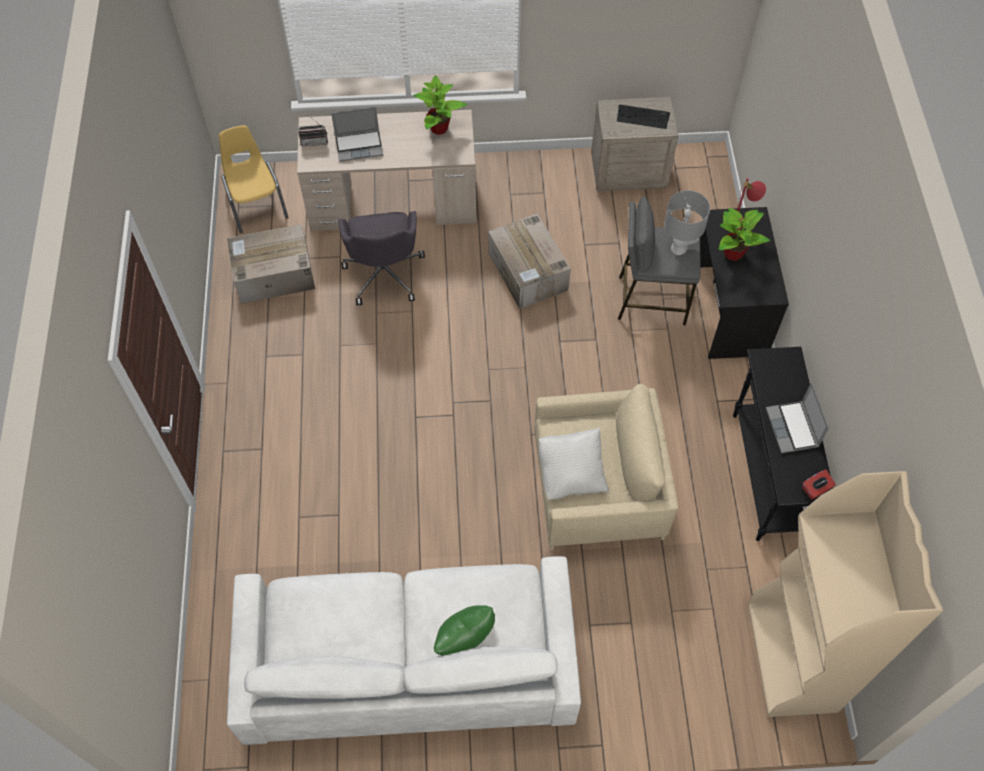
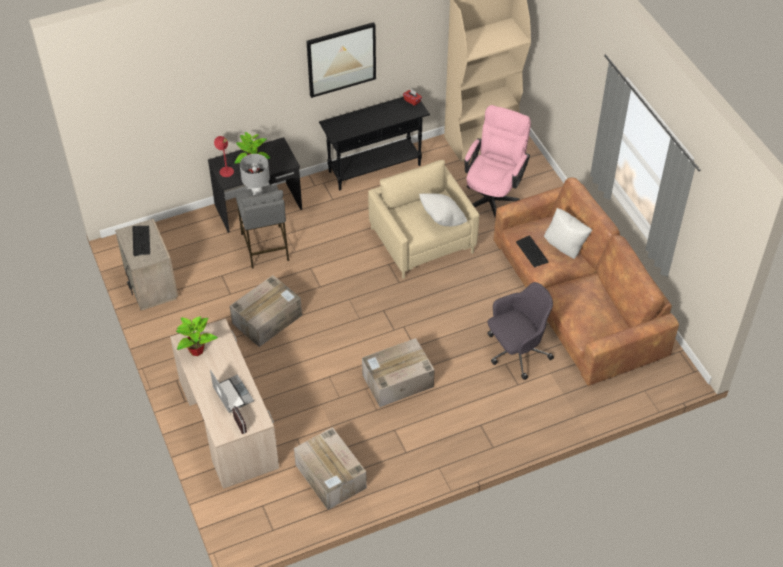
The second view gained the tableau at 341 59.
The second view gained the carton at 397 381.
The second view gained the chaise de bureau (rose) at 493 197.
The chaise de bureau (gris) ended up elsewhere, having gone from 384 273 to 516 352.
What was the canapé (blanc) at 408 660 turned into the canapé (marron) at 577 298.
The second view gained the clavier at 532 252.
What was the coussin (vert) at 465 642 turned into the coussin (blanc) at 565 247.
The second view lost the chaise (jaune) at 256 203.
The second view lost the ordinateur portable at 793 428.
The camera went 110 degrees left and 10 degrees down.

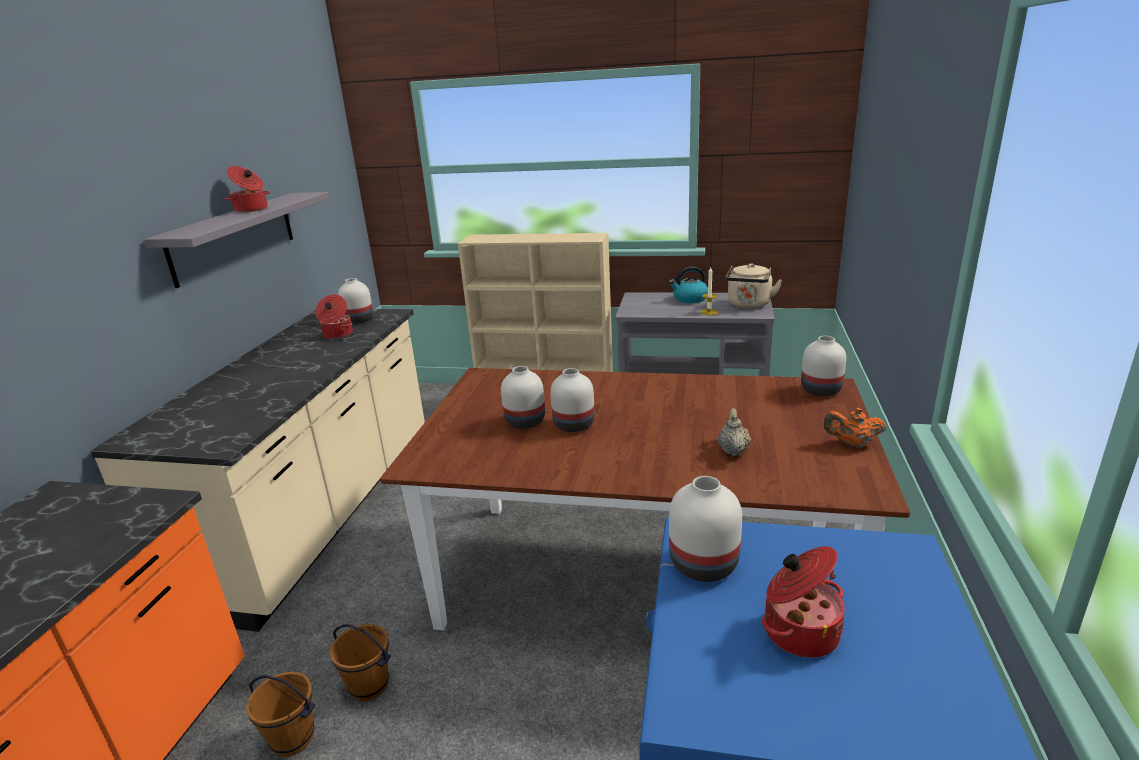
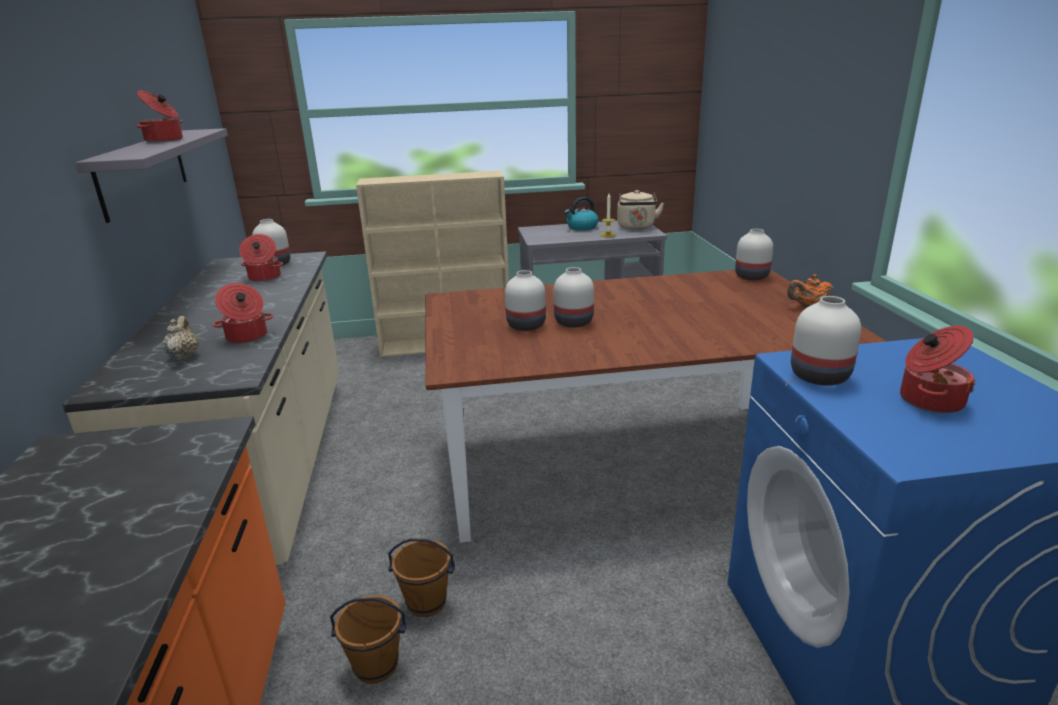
The théière (beige) ended up elsewhere, having gone from 733 450 to 184 356.
The second view gained the marmite at 247 337.
The camera went 20 degrees left and 0 degrees up.

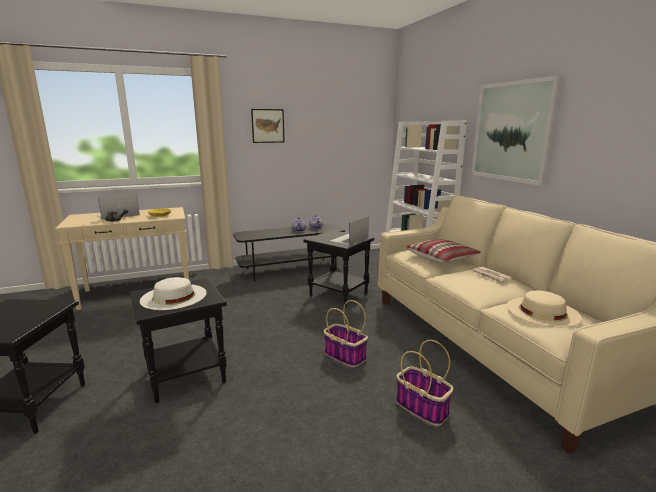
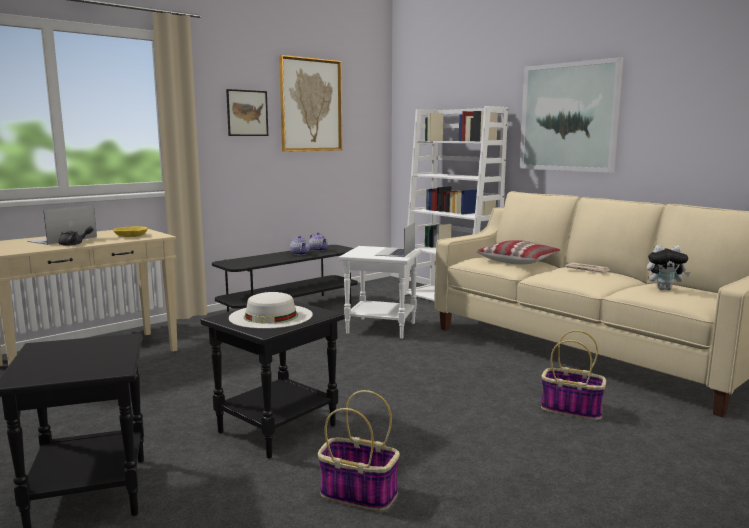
The second view gained the tableau at 311 105.
The panier ended up elsewhere, having gone from 344 356 to 357 493.
What was the table d'appoint (noir) at 339 294 turned into the table d'appoint (blanc) at 382 328.
Where the chapeau (beige) stood at 542 311, the peluche came to stand at 664 289.
The camera went 20 degrees left and 5 degrees down.

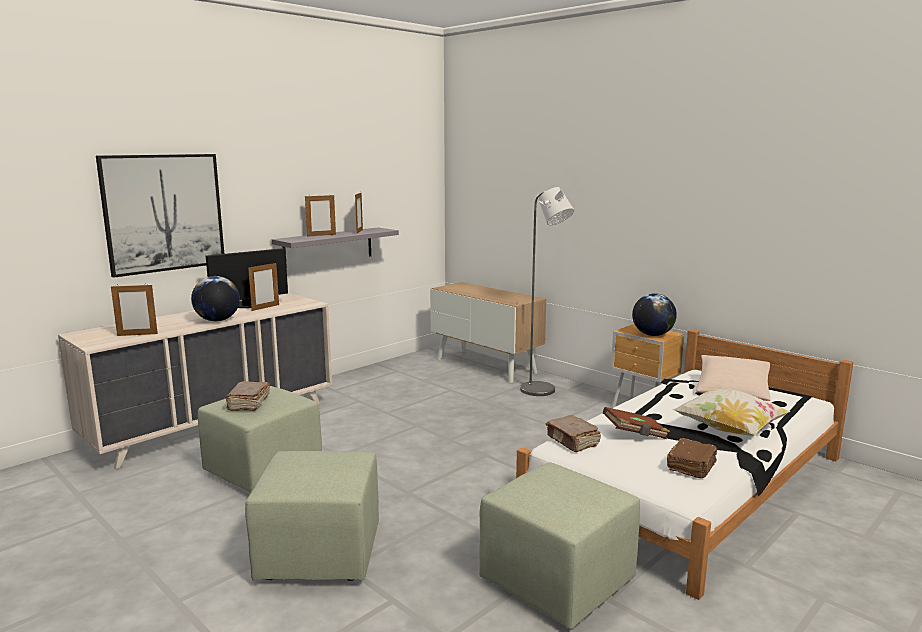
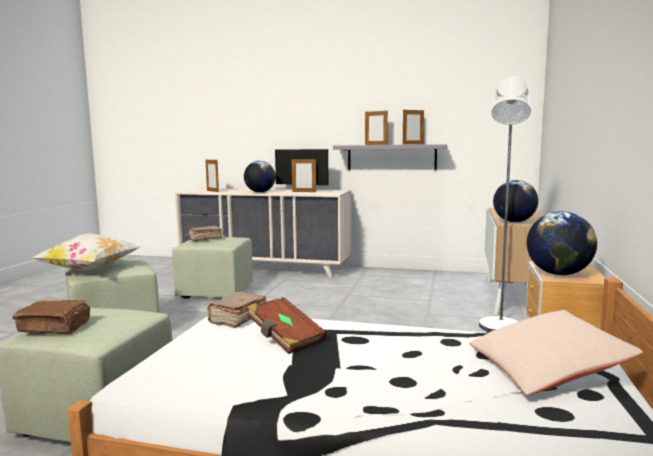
The livre (marron) ended up elsewhere, having gone from 692 467 to 55 328.
The coussin ended up elsewhere, having gone from 729 430 to 91 269.
The second view gained the globe at 514 222.
The second view lost the tableau at 164 213.
The camera went 60 degrees right and 5 degrees down.

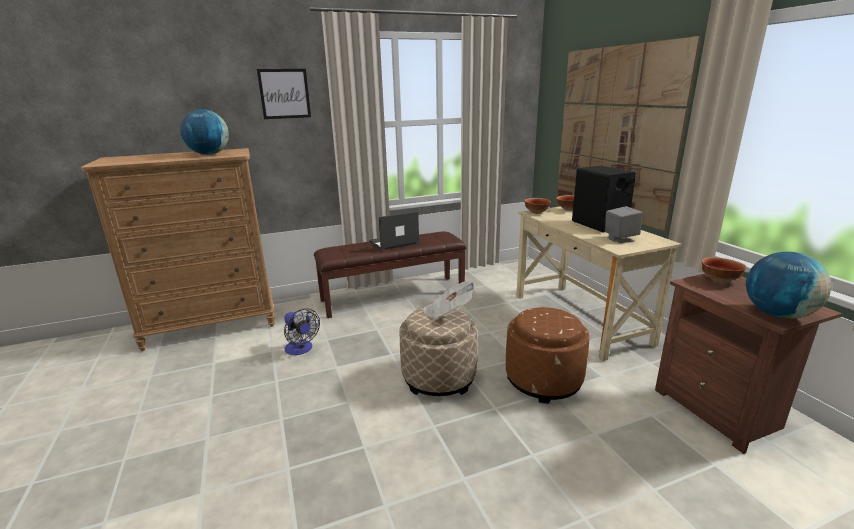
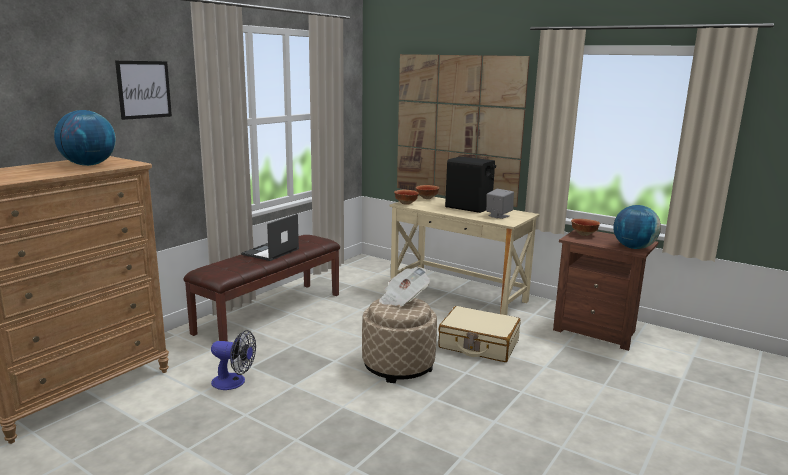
Where the pouf (marron) stood at 543 380, the valise (beige) came to stand at 478 344.
The camera went 35 degrees left and 5 degrees down.

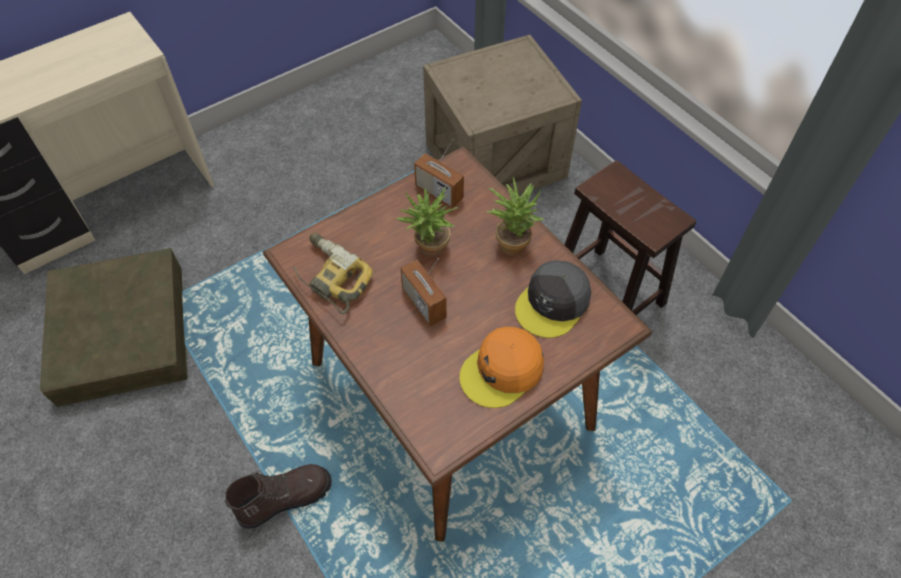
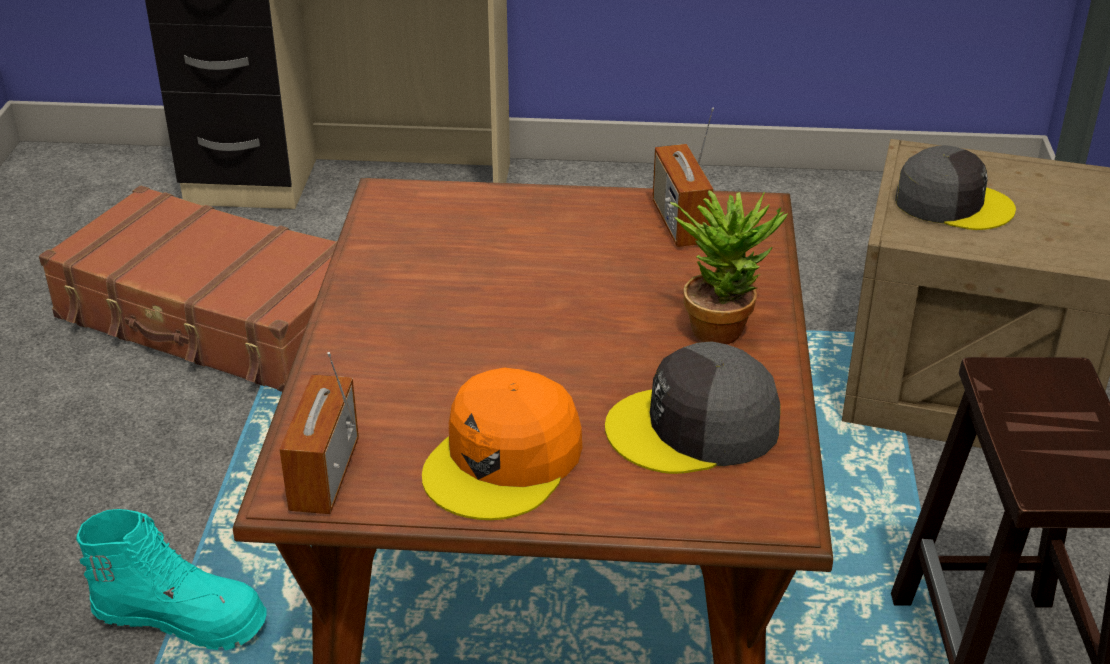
Where the boîte de rangement (marron) stood at 123 333, the valise (marron) came to stand at 214 317.
What was the botte (marron) at 285 498 turned into the botte (turquoise) at 182 618.
The radio ended up elsewhere, having gone from 424 303 to 324 475.
The casquette (orange) at 502 371 ended up facing another way, 60 degrees counterclockwise from before.
The second view gained the casquette (gris) at 952 203.
The second view lost the perceuse at 330 277.
The second view lost the plante en pot at 428 250.
The camera went 40 degrees right and 20 degrees down.

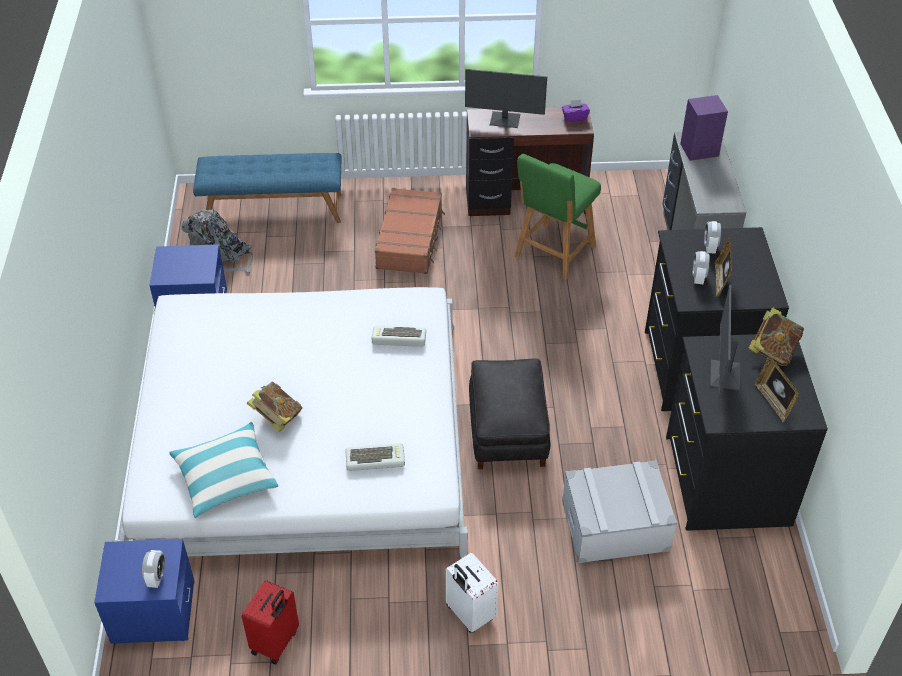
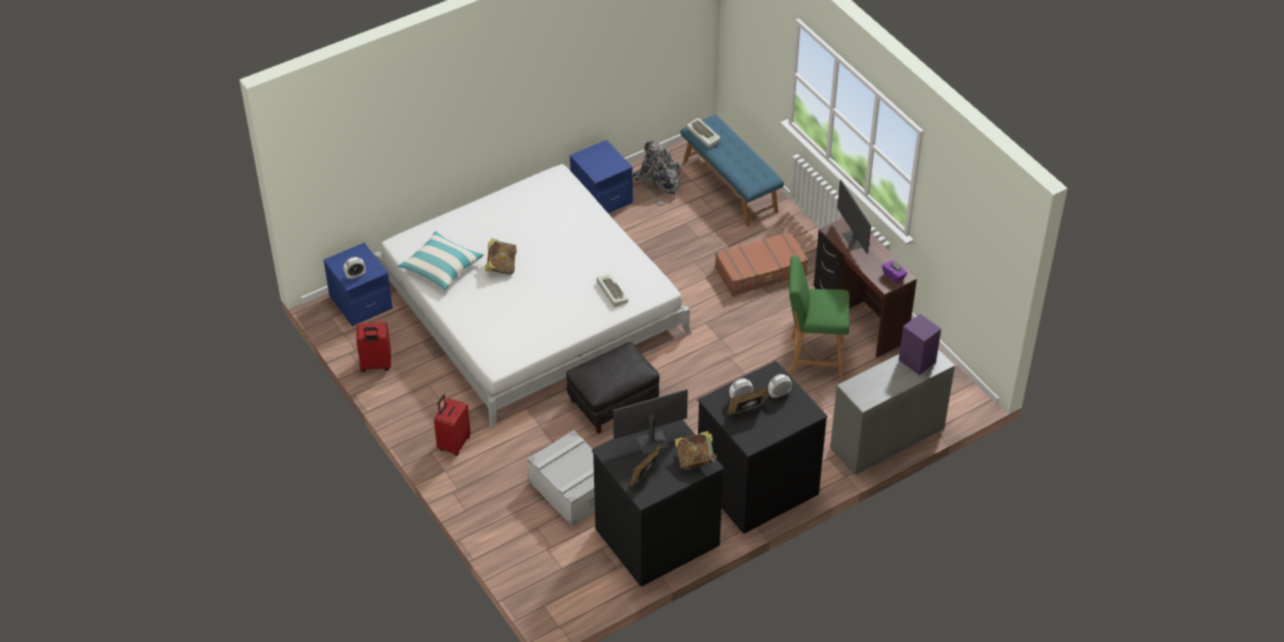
What was the valise (blanc) at 469 614 turned into the valise (rouge) at 453 444.
The clavier ended up elsewhere, having gone from 375 459 to 704 135.
The camera went 60 degrees right and 0 degrees up.

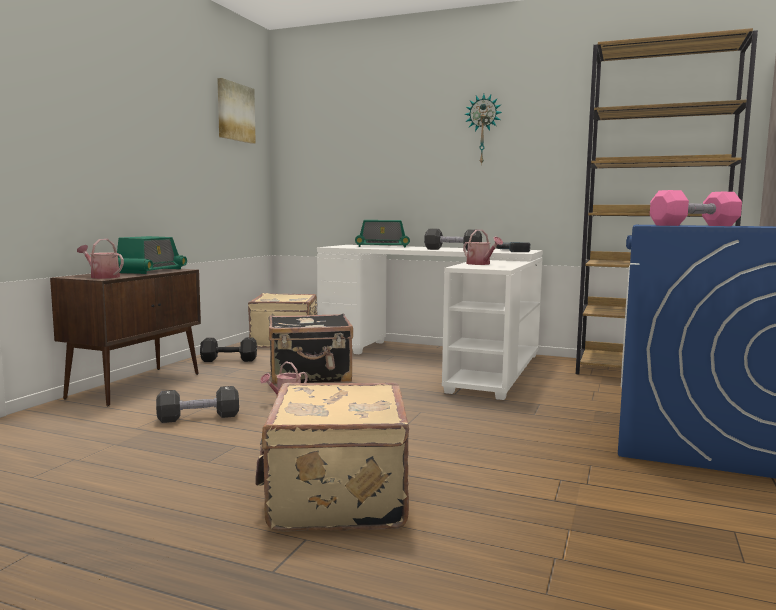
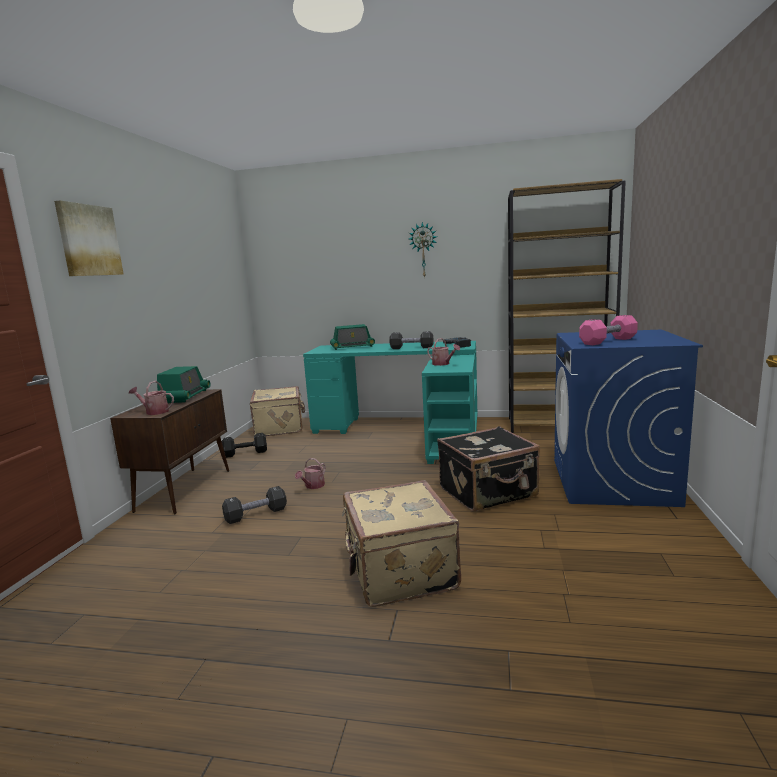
The tableau ended up elsewhere, having gone from 235 112 to 88 240.
What was the bureau (blanc) at 441 360 turned into the bureau (turquoise) at 409 431.
The valise (noir) ended up elsewhere, having gone from 310 376 to 489 492.
The camera went 10 degrees left and 5 degrees up.

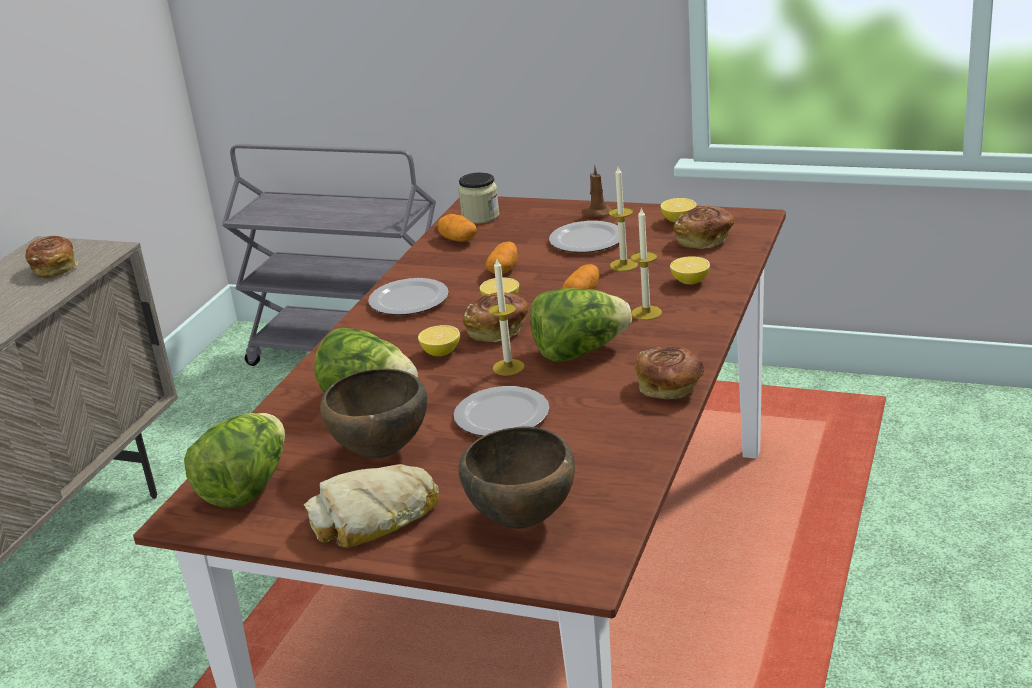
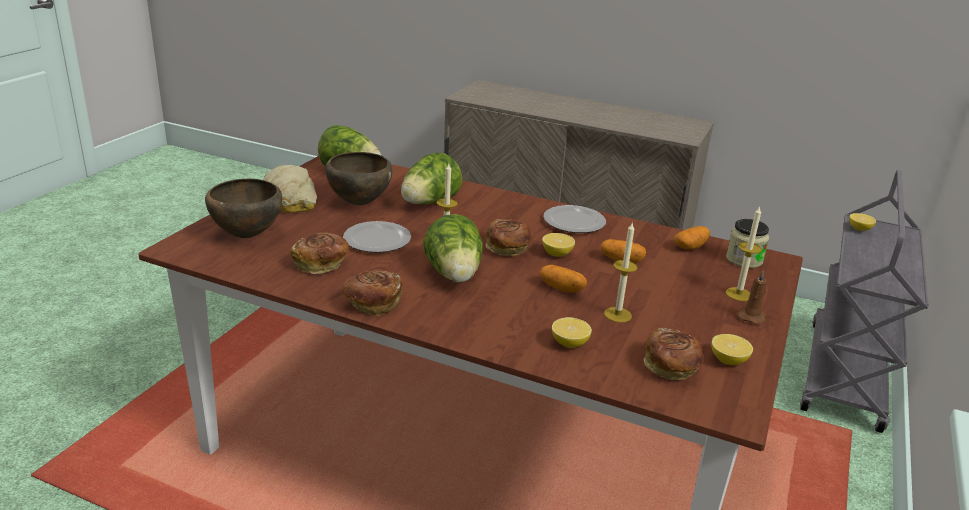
The pain ended up elsewhere, having gone from 55 268 to 321 264.
The bougie ended up elsewhere, having gone from 646 313 to 738 294.
The citron ended up elsewhere, having gone from 441 352 to 859 229.
The second view lost the assiette at 587 240.
The camera went 90 degrees right and 0 degrees up.

